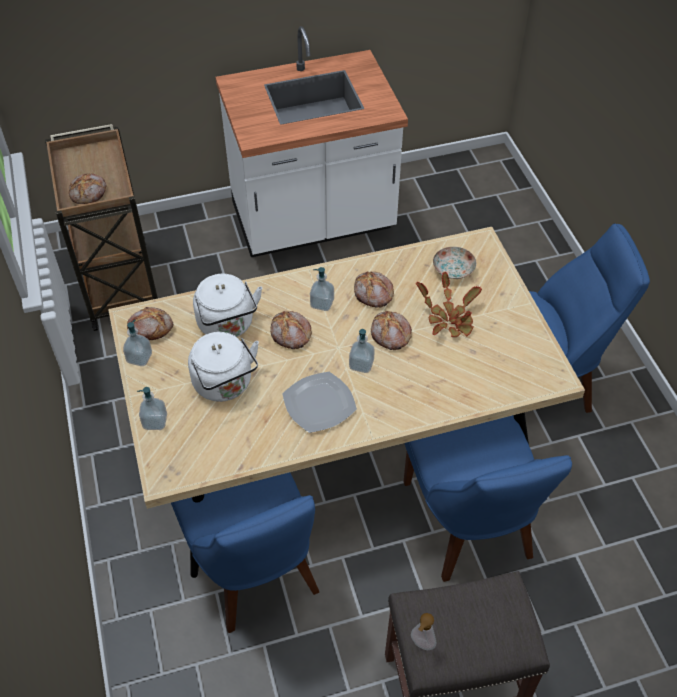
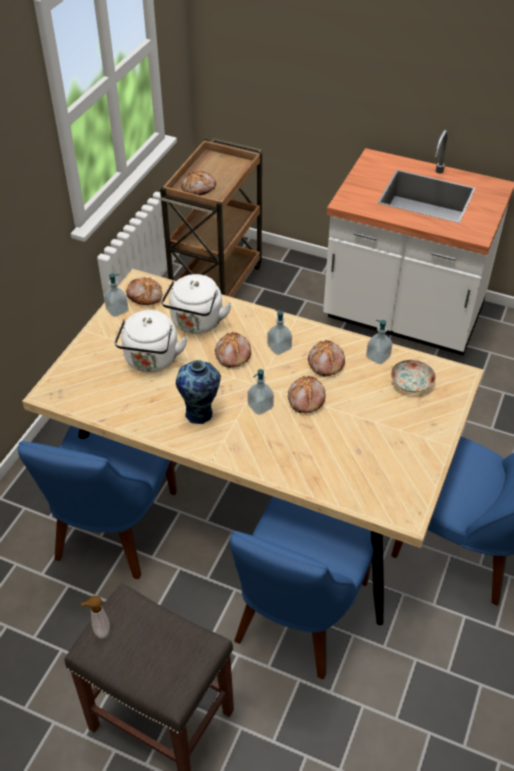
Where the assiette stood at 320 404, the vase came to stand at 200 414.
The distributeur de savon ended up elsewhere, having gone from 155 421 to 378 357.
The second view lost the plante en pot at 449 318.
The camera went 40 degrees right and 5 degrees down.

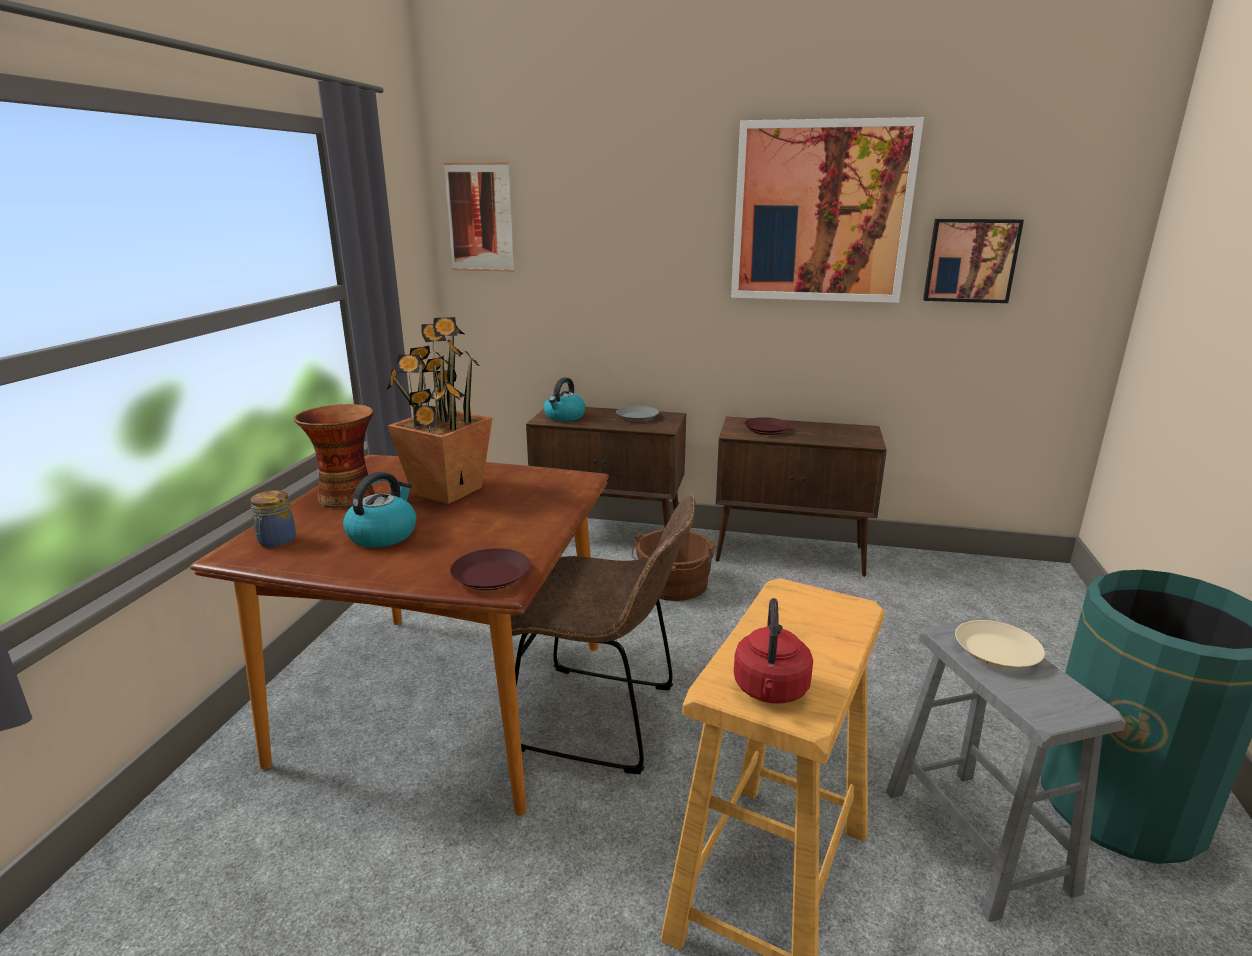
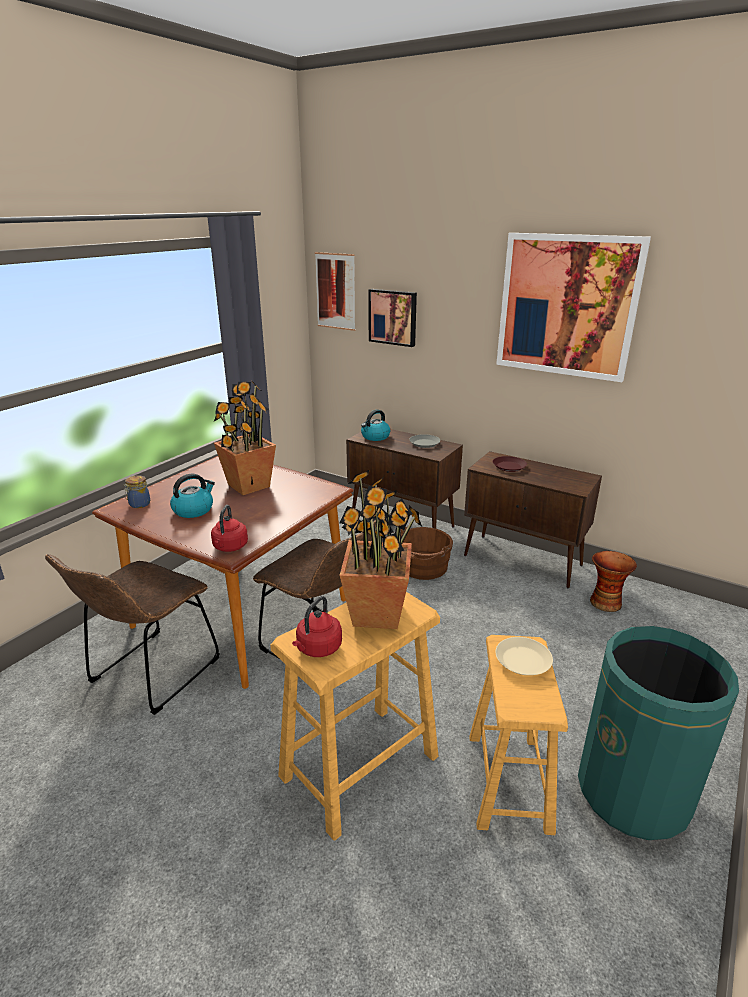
The second view gained the chaise (marron) at 151 674.
Where the assiette (marron) stood at 492 576, the bouilloire (rouge) came to stand at 230 547.
The second view gained the plante en pot at 378 613.
The tableau ended up elsewhere, having gone from 970 260 to 393 317.
What was the tabouret (gris) at 977 839 turned into the tabouret (marron) at 509 781.
The vase ended up elsewhere, having gone from 346 496 to 605 602.
The camera went 20 degrees right and 5 degrees up.

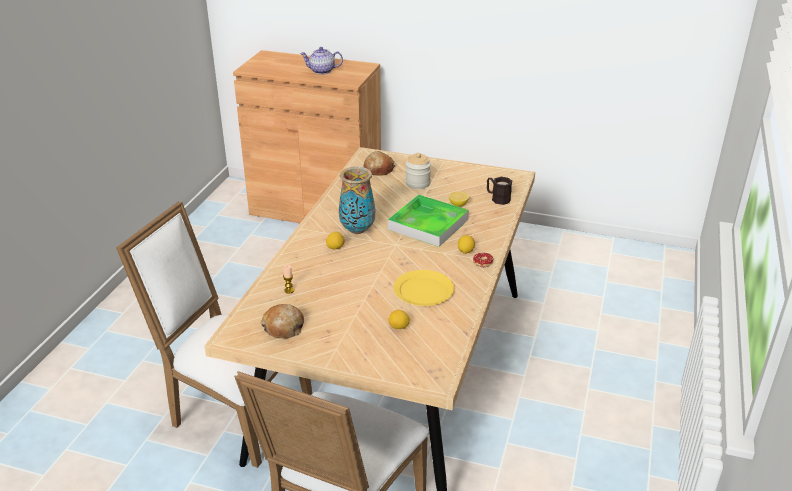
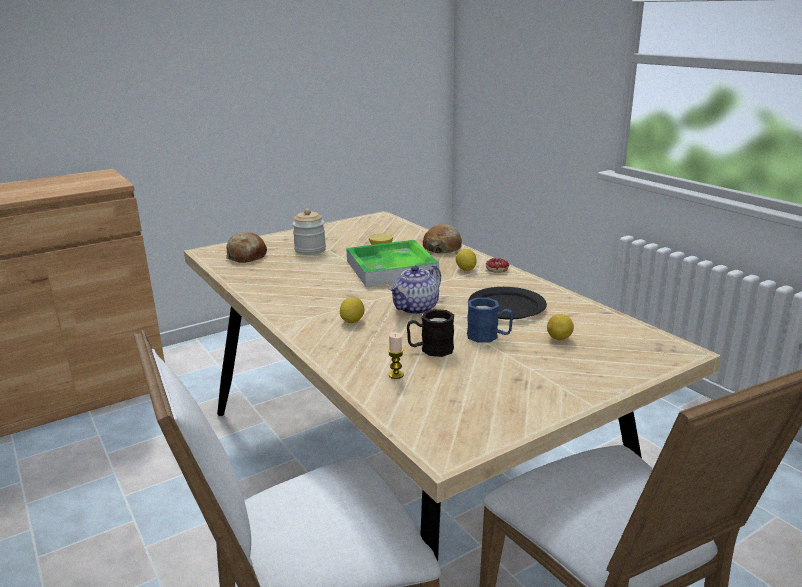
The théière ended up elsewhere, having gone from 322 71 to 416 308.
The mug (noir) ended up elsewhere, having gone from 497 198 to 430 349.
The pain ended up elsewhere, having gone from 283 327 to 442 247.
The second view gained the mug (bleu) at 489 336.
What was the assiette (jaune) at 423 291 turned into the assiette (noir) at 507 307.
The second view lost the vase at 357 230.
The camera went 50 degrees left and 10 degrees down.

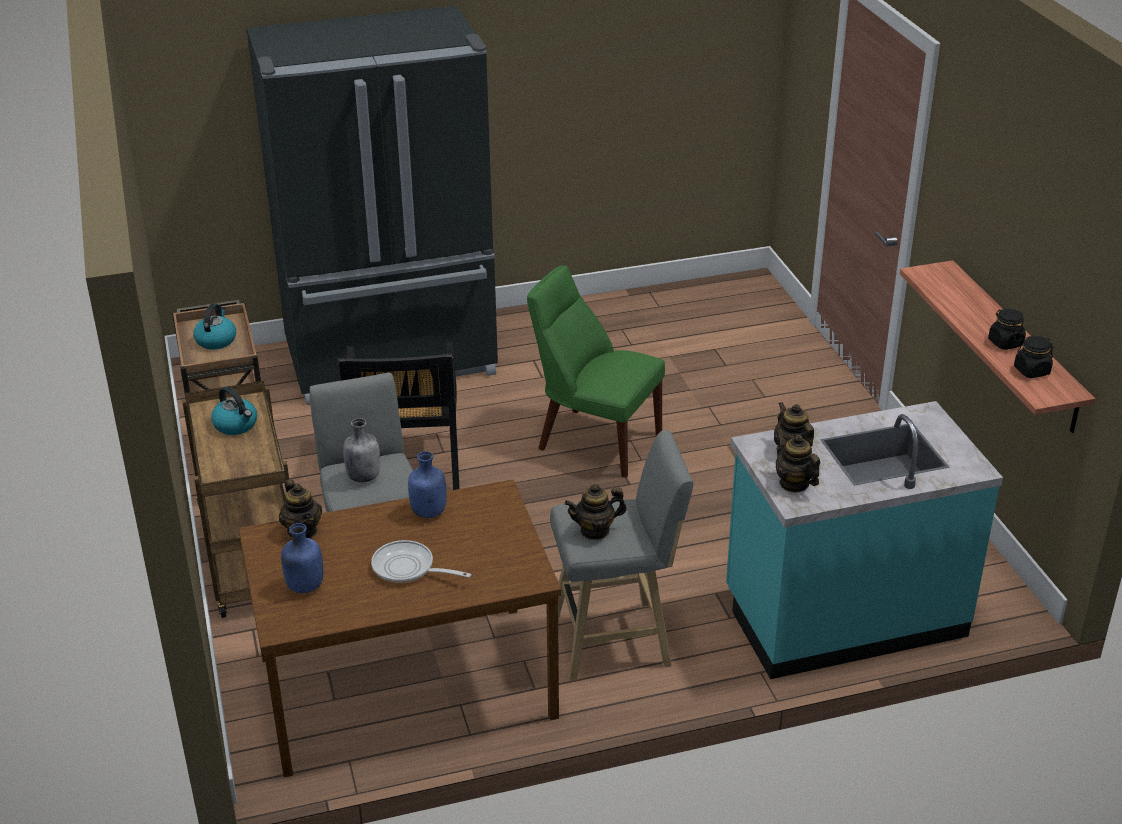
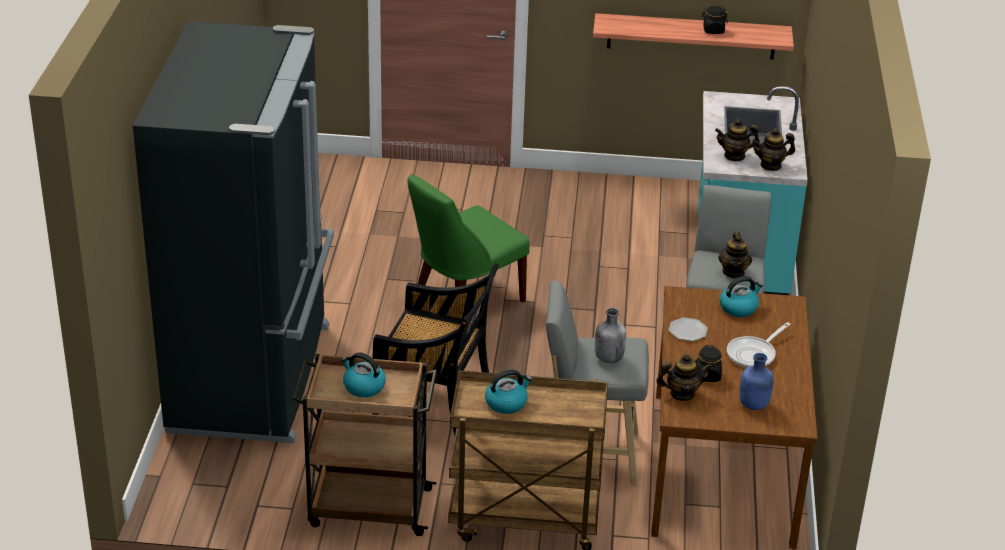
Where the bouteille (bleu) stood at 429 512, the assiette came to stand at 688 331.
The bocal (noir) ended up elsewhere, having gone from 1031 371 to 707 375.
The second view gained the bouilloire at 739 308.
The camera went 70 degrees left and 0 degrees up.

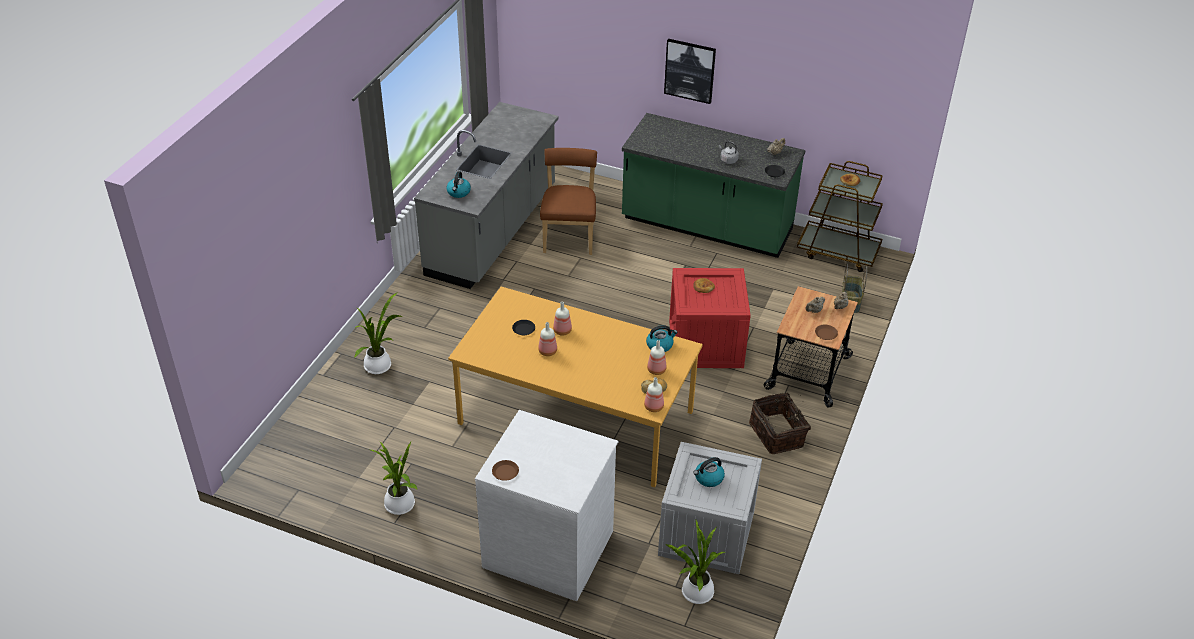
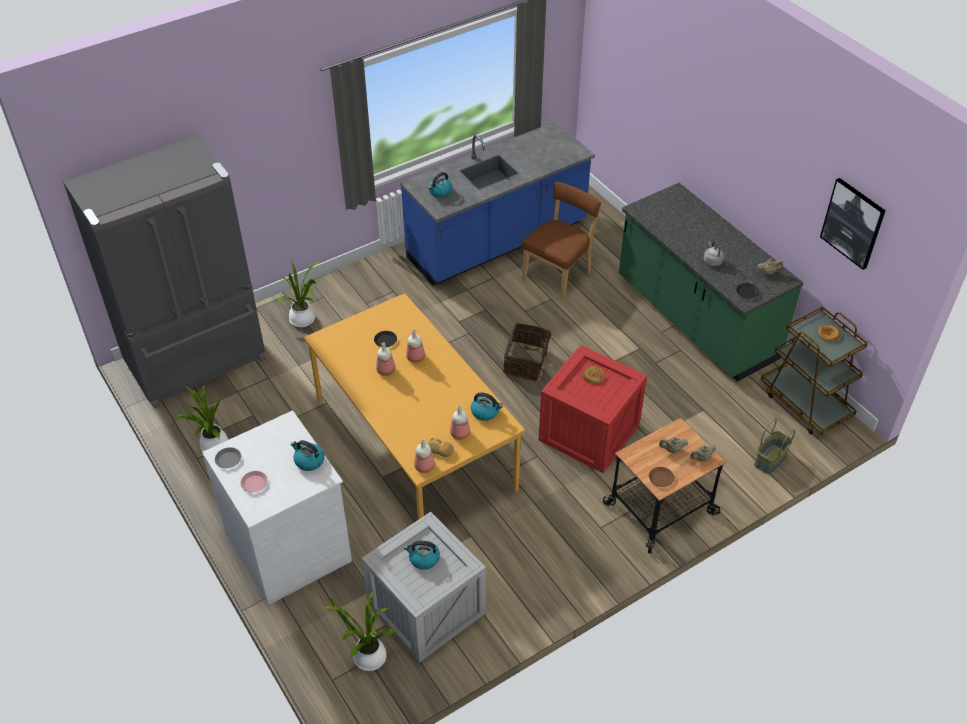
The second view gained the réfrigérateur (gris) at 197 362.
What was the assiette (marron) at 505 472 turned into the assiette (gris) at 228 459.
The second view gained the assiette (rose) at 254 483.
The second view gained the bouilloire at 309 461.
What was the comptoir de cuisine (gris) at 493 232 turned into the comptoir de cuisine (bleu) at 497 242.
The panier ended up elsewhere, having gone from 778 434 to 526 362.
The tableau ended up elsewhere, having gone from 690 70 to 853 223.
The camera went 35 degrees right and 5 degrees up.

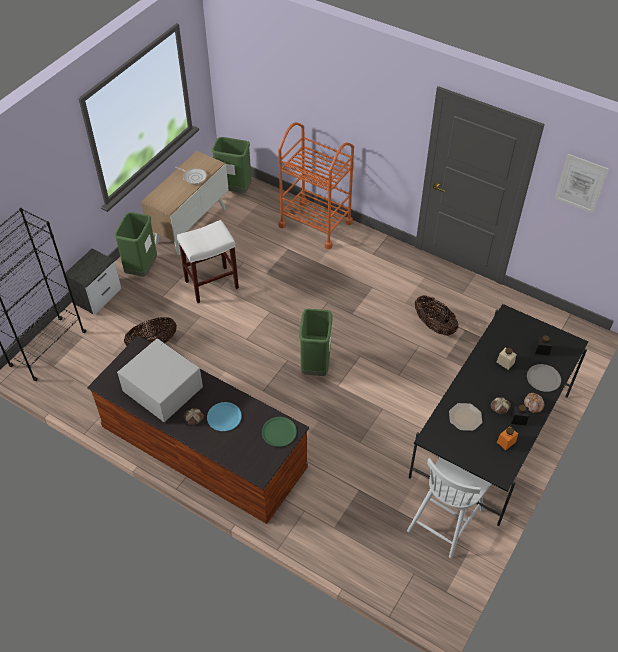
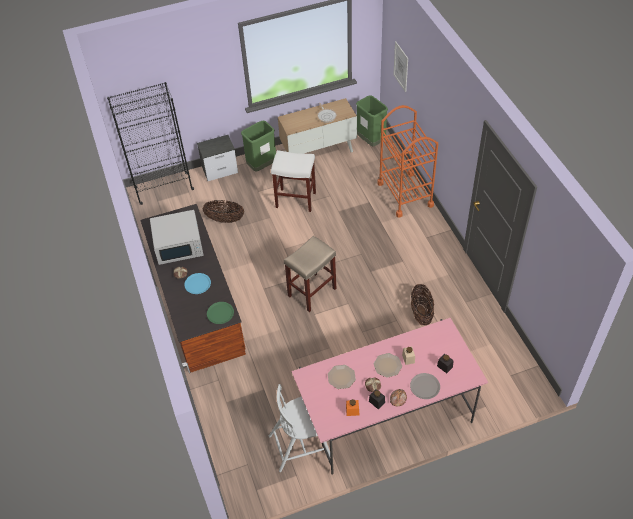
The micro-ondes (blanc) at 162 389 ended up facing another way, 90 degrees clockwise from before.
Where the poubelle (vert) stood at 315 366, the tabouret (beige) came to stand at 312 292.
What was the table à manger (noir) at 490 435 turned into the table à manger (rose) at 386 412.
The second view gained the assiette at 387 365.
The tableau ended up elsewhere, having gone from 580 183 to 401 66.
The camera went 40 degrees right and 0 degrees up.

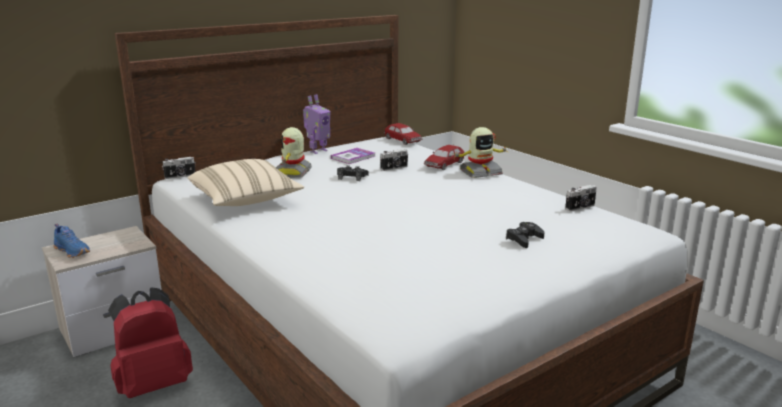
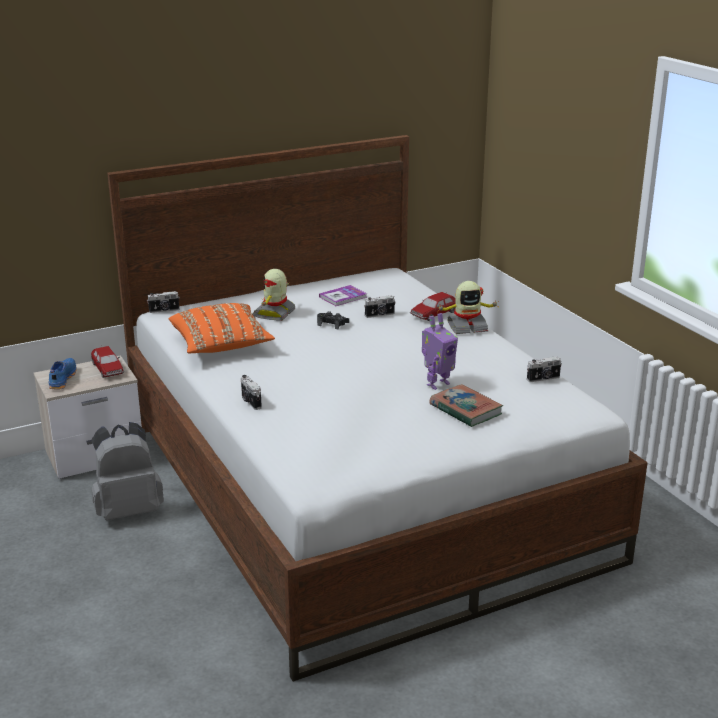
The chaussure (bleu) at 73 251 ended up facing another way, 135 degrees counterclockwise from before.
The petite voiture ended up elsewhere, having gone from 403 140 to 108 369.
What was the sac à dos (rouge) at 154 384 turned into the sac à dos (gris) at 128 510.
What was the coussin (beige) at 245 200 turned into the coussin (orange) at 221 345.
The second view gained the appareil photo at 250 402.
The robot jouet ended up elsewhere, having gone from 317 151 to 437 384.
Where the manette (noir) stood at 524 239, the livre came to stand at 465 410.
The camera went 10 degrees right and 5 degrees up.

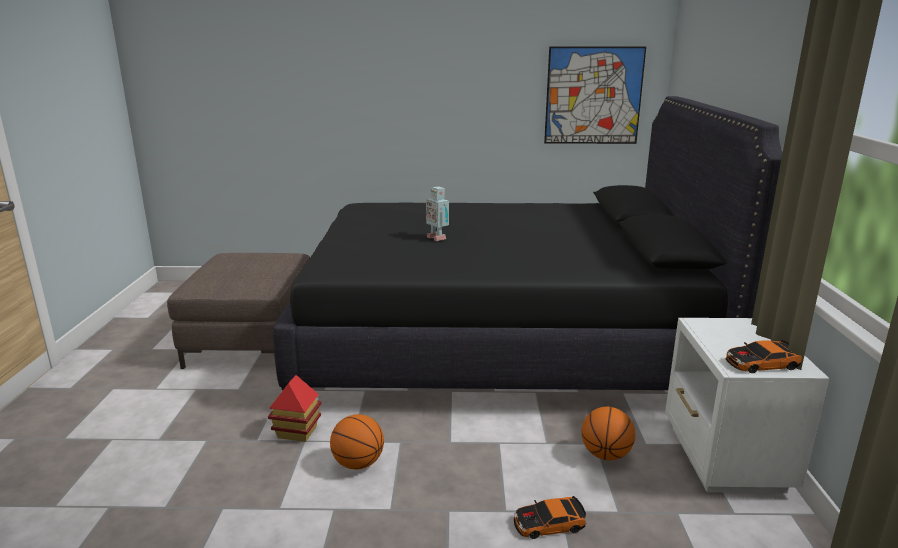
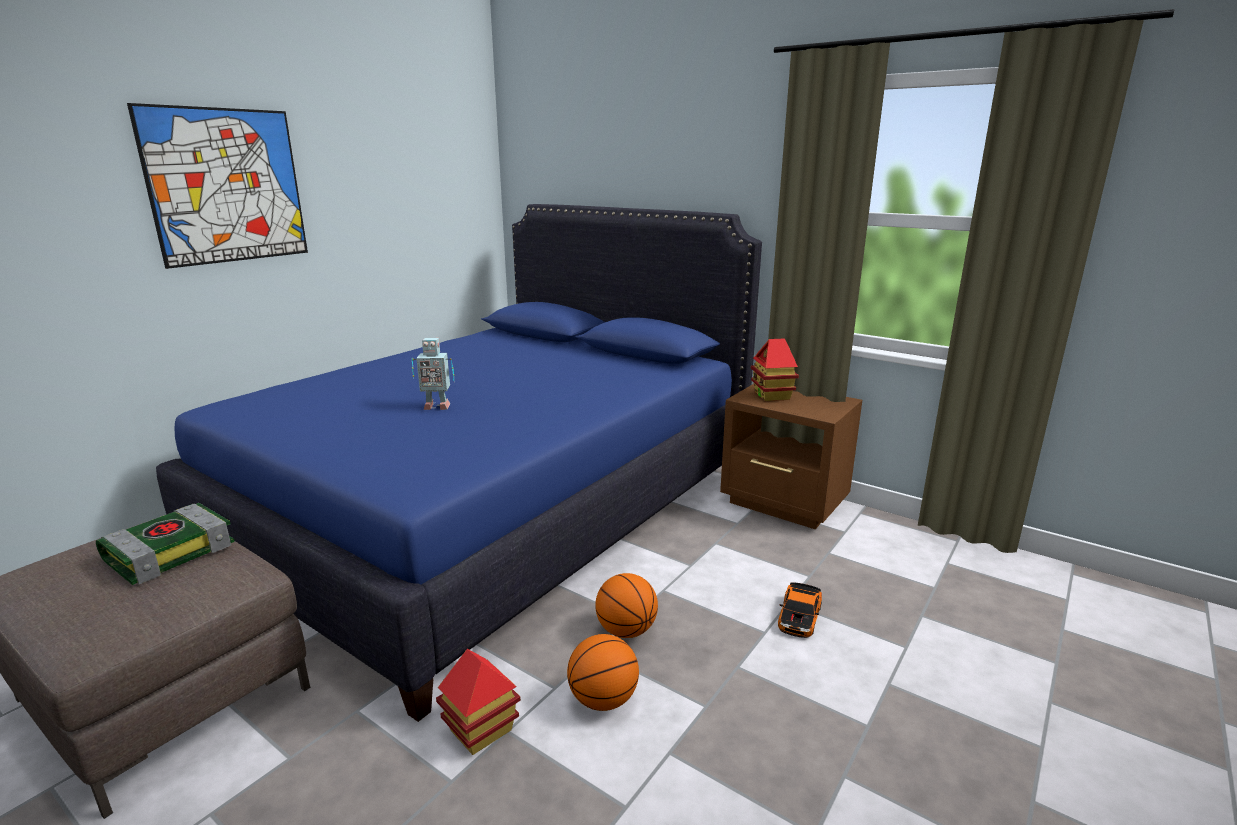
The second view gained the livre at 171 551.
The tableau ended up elsewhere, having gone from 593 96 to 227 186.
What was the lit (noir) at 500 341 turned into the lit (bleu) at 495 511.
The ballon de basket ended up elsewhere, having gone from 605 455 to 626 630.
What was the table de chevet (blanc) at 724 459 turned into the table de chevet (marron) at 785 503.
The second view gained the maison miniature at 772 395.
The second view lost the petite voiture at 762 363.
The camera went 55 degrees left and 0 degrees up.

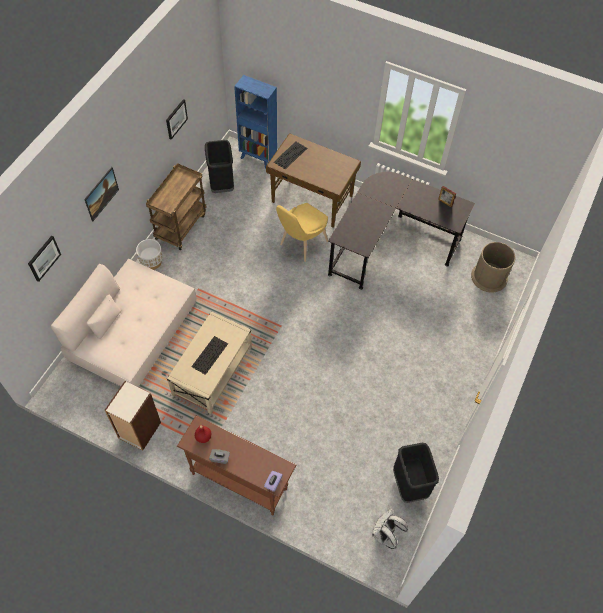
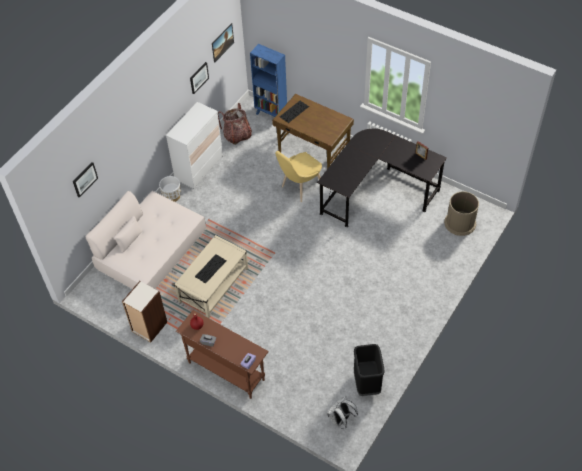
Where the chariot (marron) stood at 180 226, the commode (blanc) came to stand at 199 168.
The tableau ended up elsewhere, having gone from 103 199 to 223 47.
Where the poubelle (noir) stood at 221 184, the sac à dos came to stand at 237 135.
The camera went 10 degrees right and 5 degrees down.

